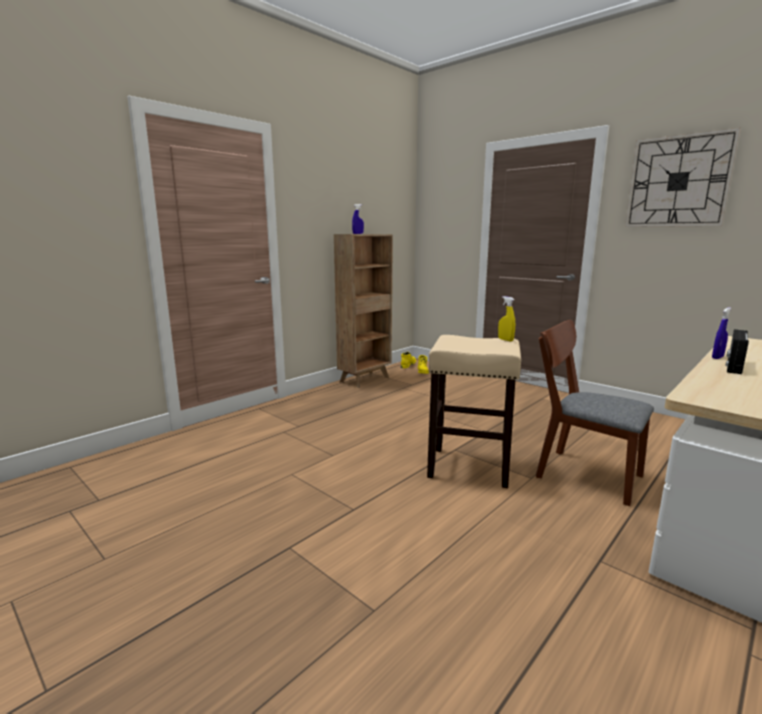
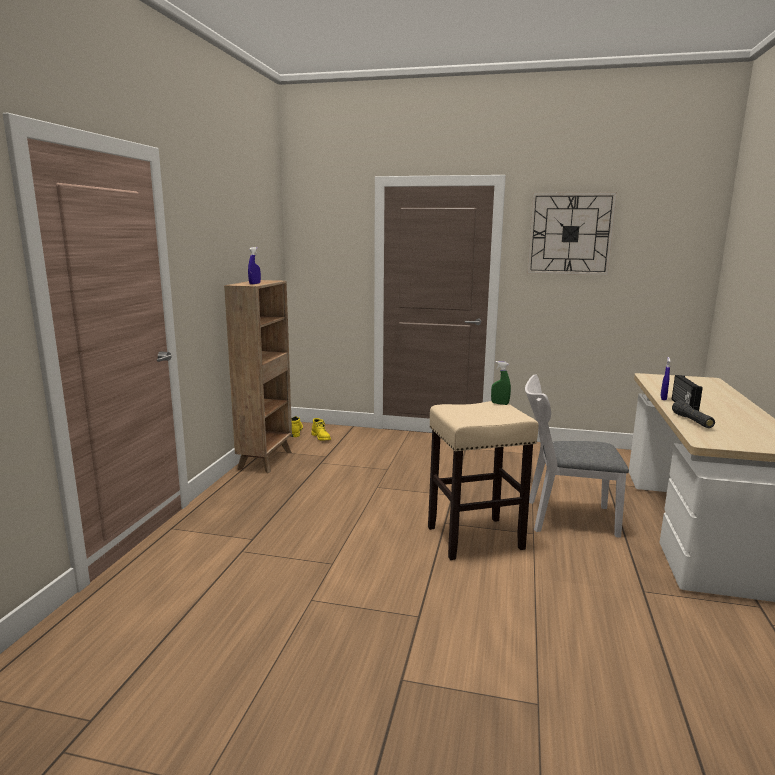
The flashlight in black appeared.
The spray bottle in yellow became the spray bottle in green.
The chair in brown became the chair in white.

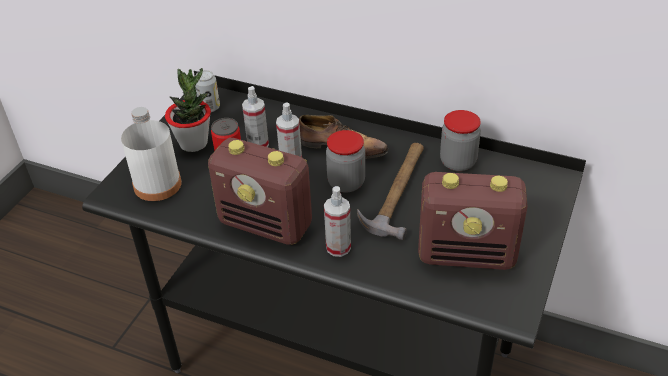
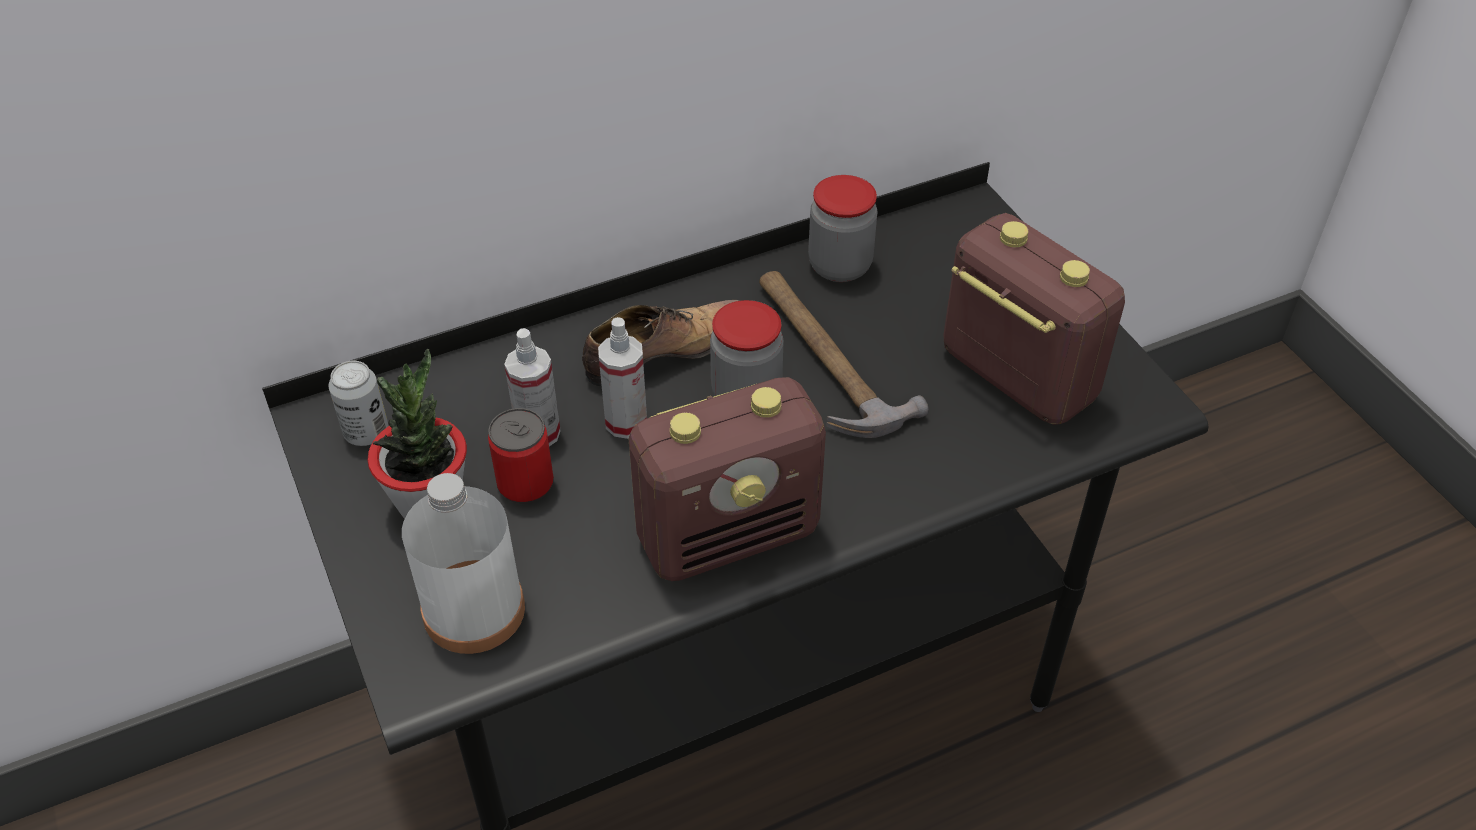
The spray bottle (no. 3 from left) disappeared.
The radio (no. 2 from left) turned 90 degrees counterclockwise.

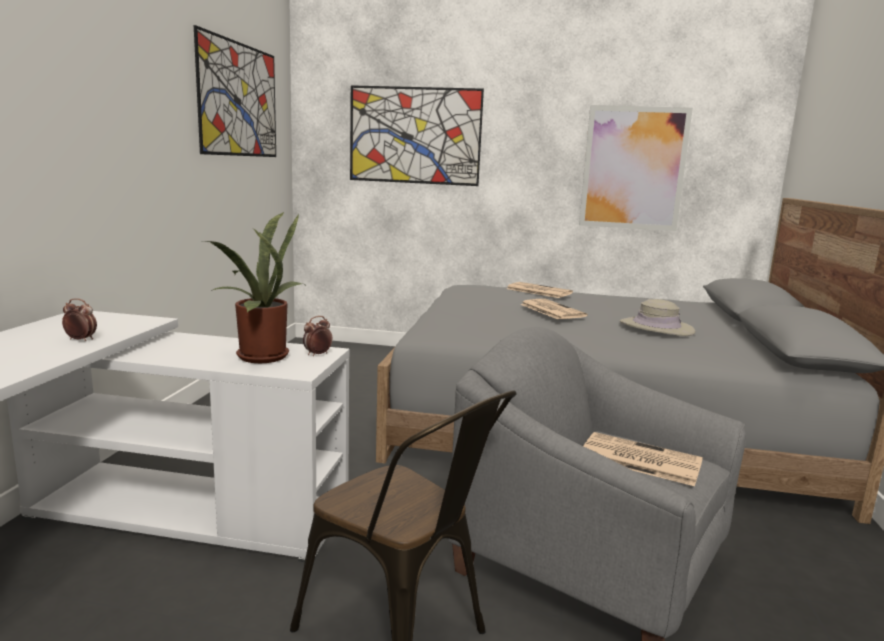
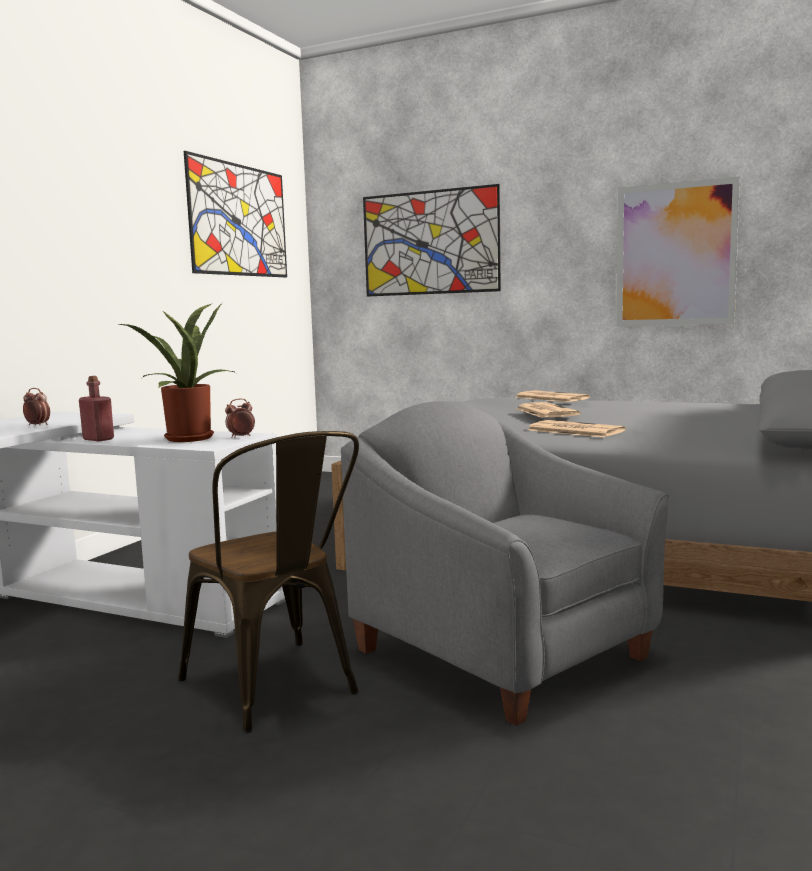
The hat in beige disappeared.
The bottle in red appeared.
The newspaper (no. 3 from left) moved.

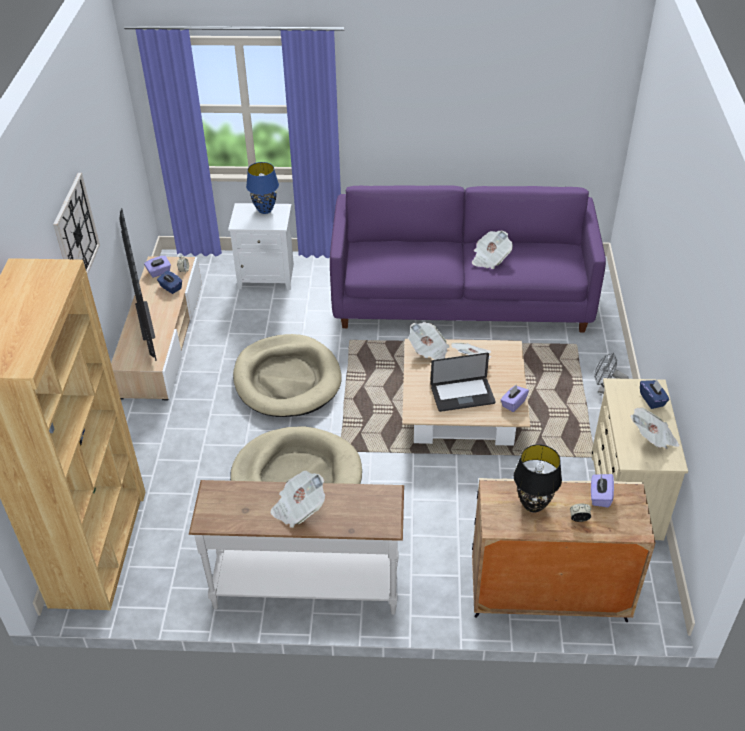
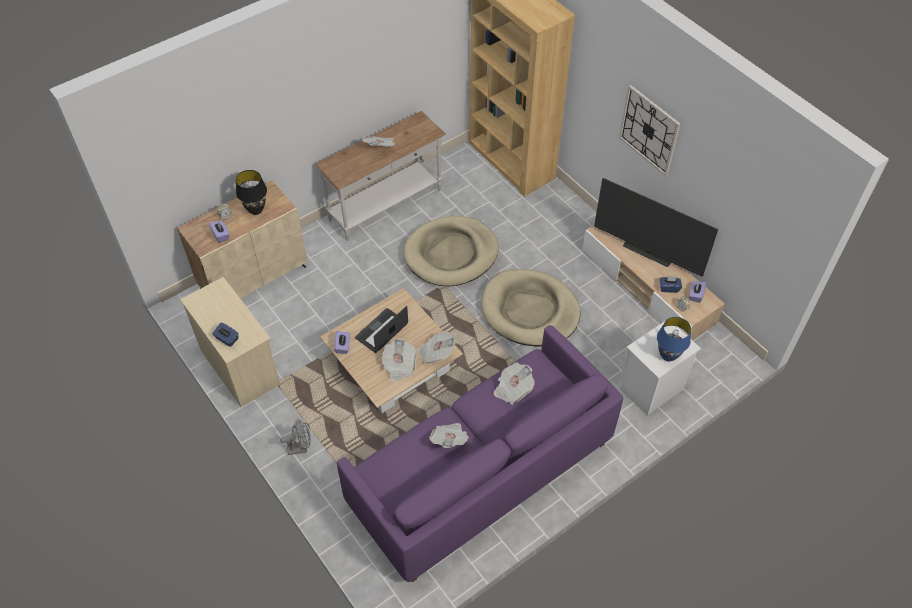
The newspaper (no. 5 from left) moved.

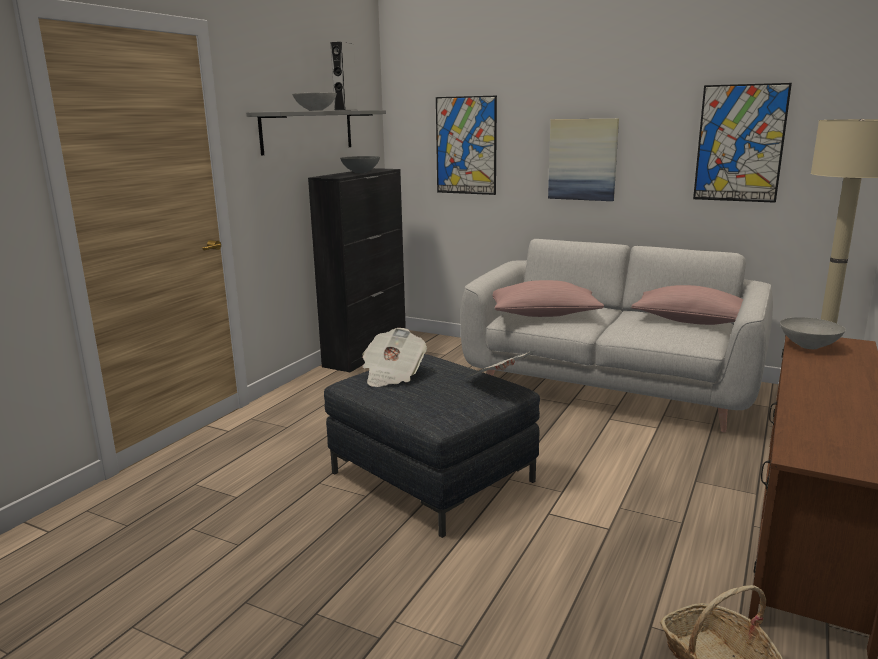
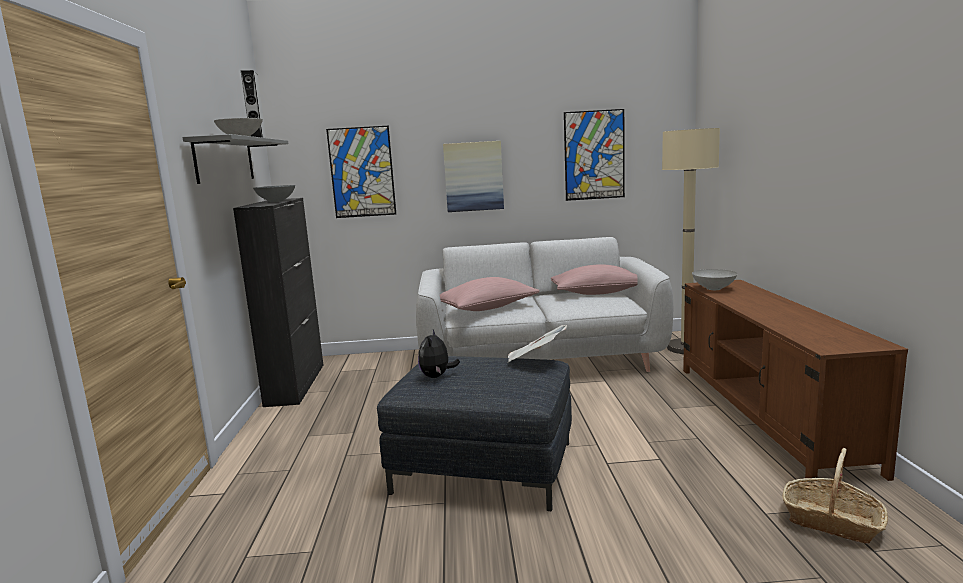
The newspaper (no. 1 from left) was replaced by the plush toy.

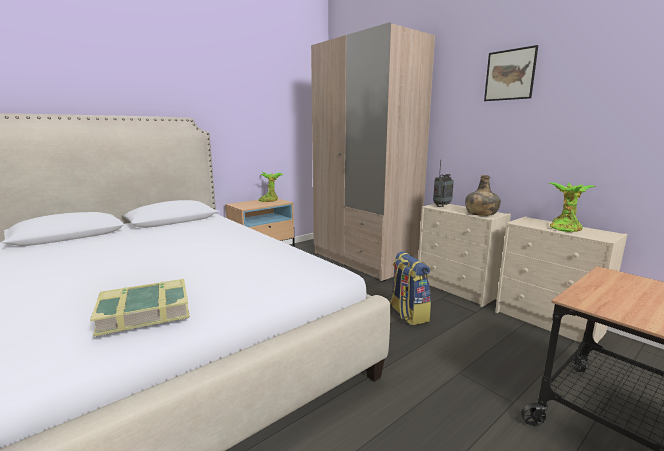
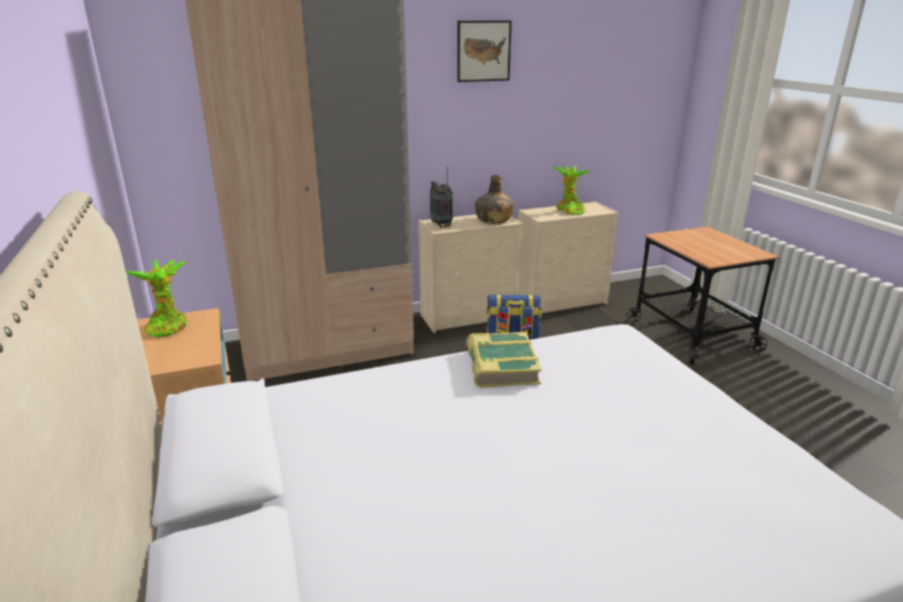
The book moved.

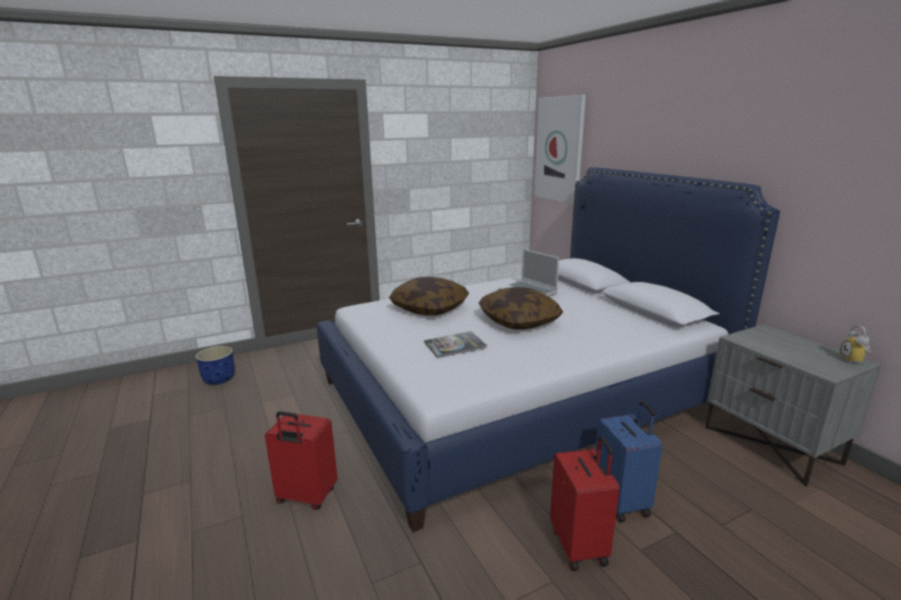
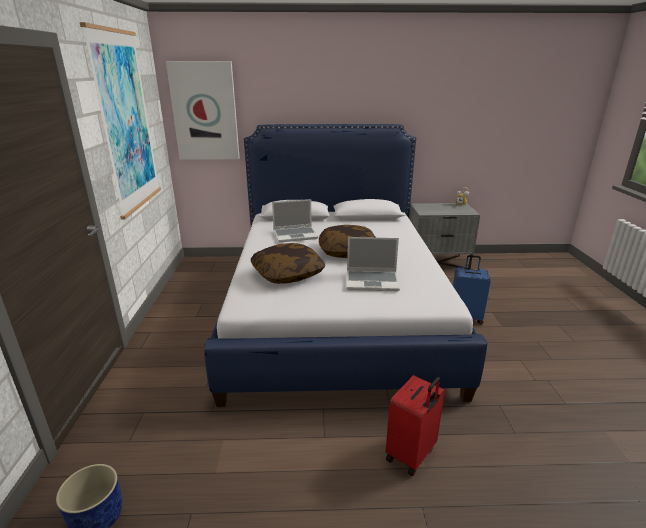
The suitcase in red (no. 2 from left) disappeared.
The picture (no. 1 from left) appeared.
The book was replaced by the laptop (no. 2 from left).

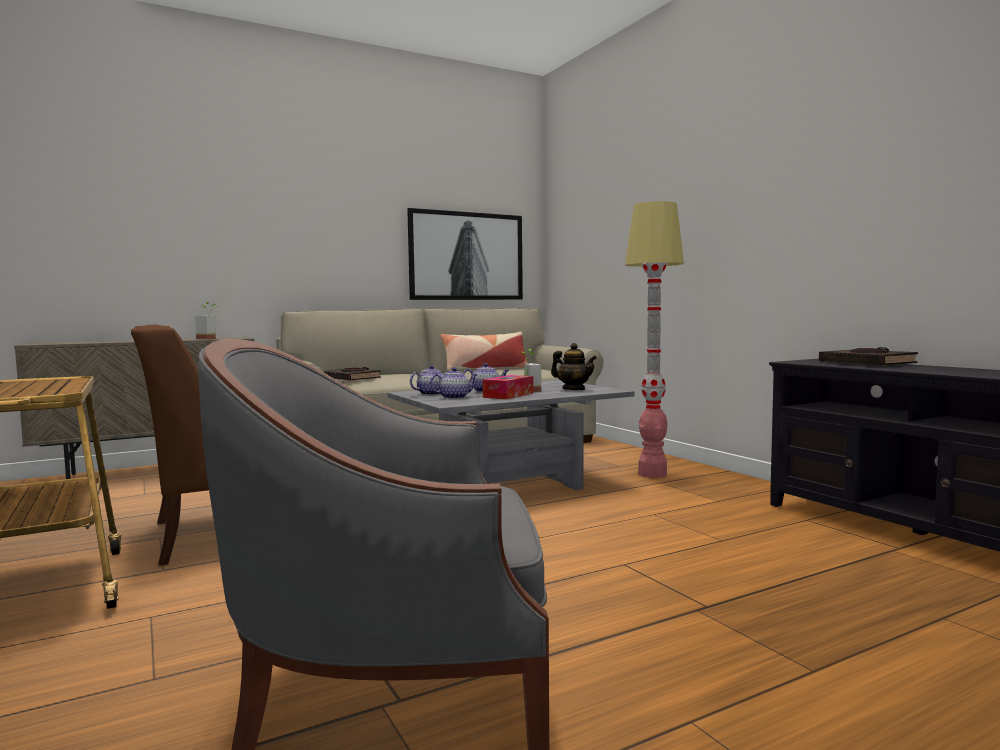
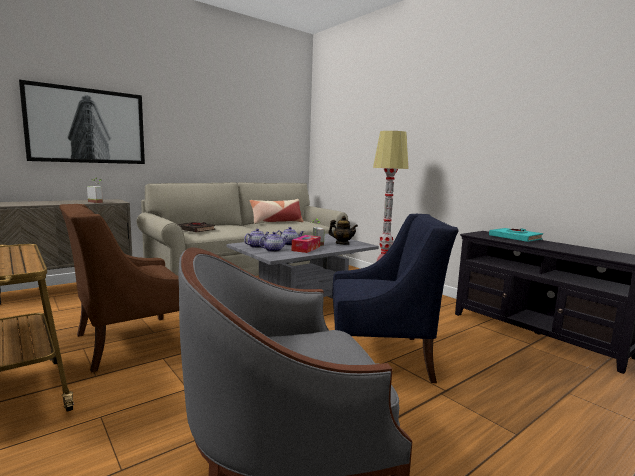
The armchair in blue appeared.
The picture moved.
The book in black (no. 2 from left) became the book in turquoise.

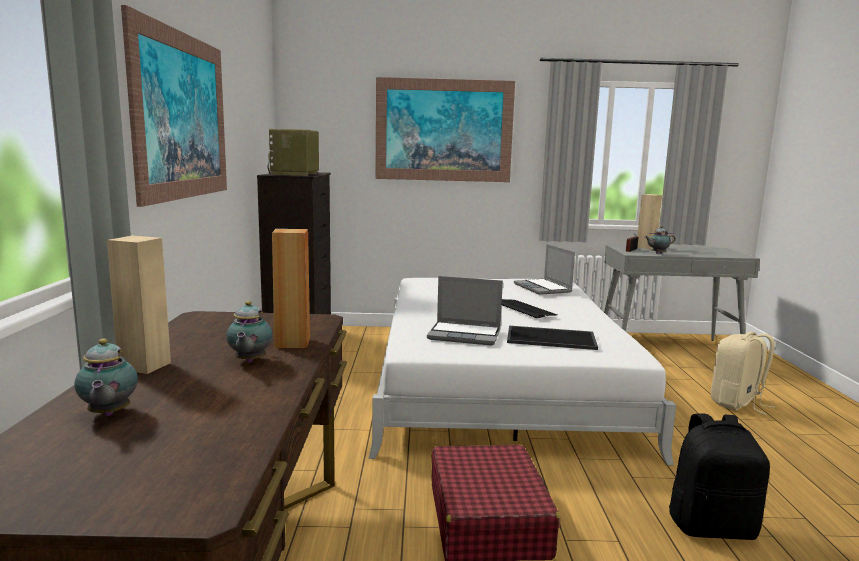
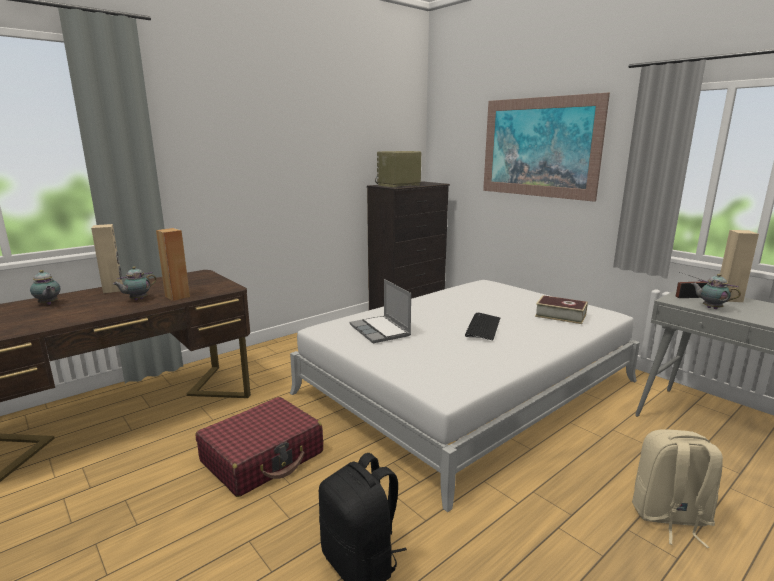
The picture (no. 1 from left) disappeared.
The tray disappeared.
The laptop (no. 2 from left) was replaced by the book.
The teapot (no. 1 from left) turned 75 degrees counterclockwise.

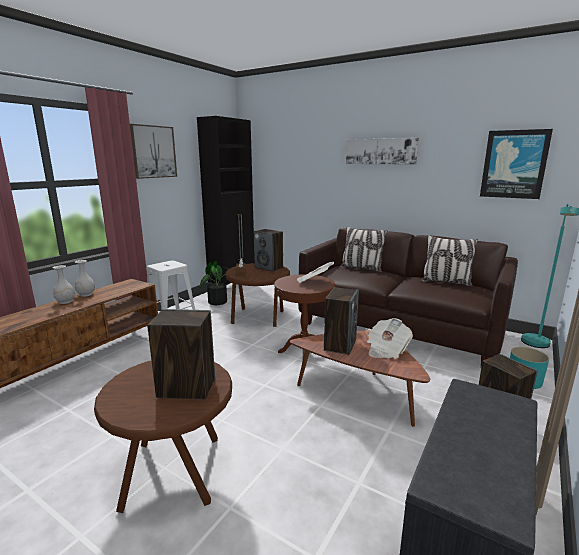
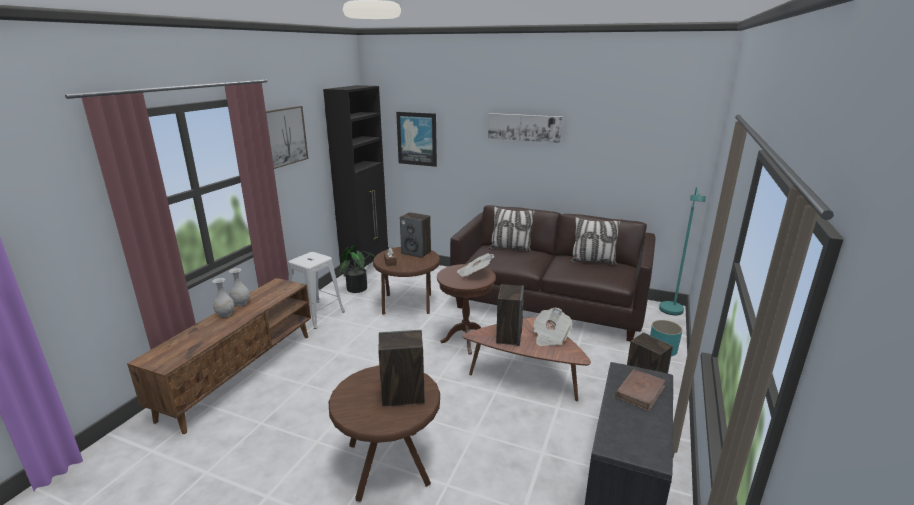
The book in brown appeared.
The picture (no. 3 from left in the first image) moved.

